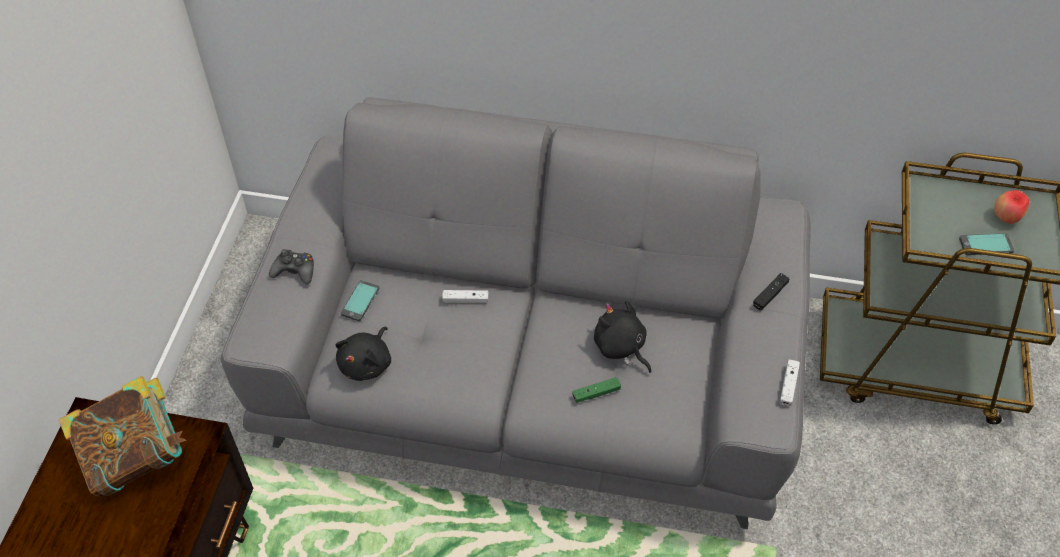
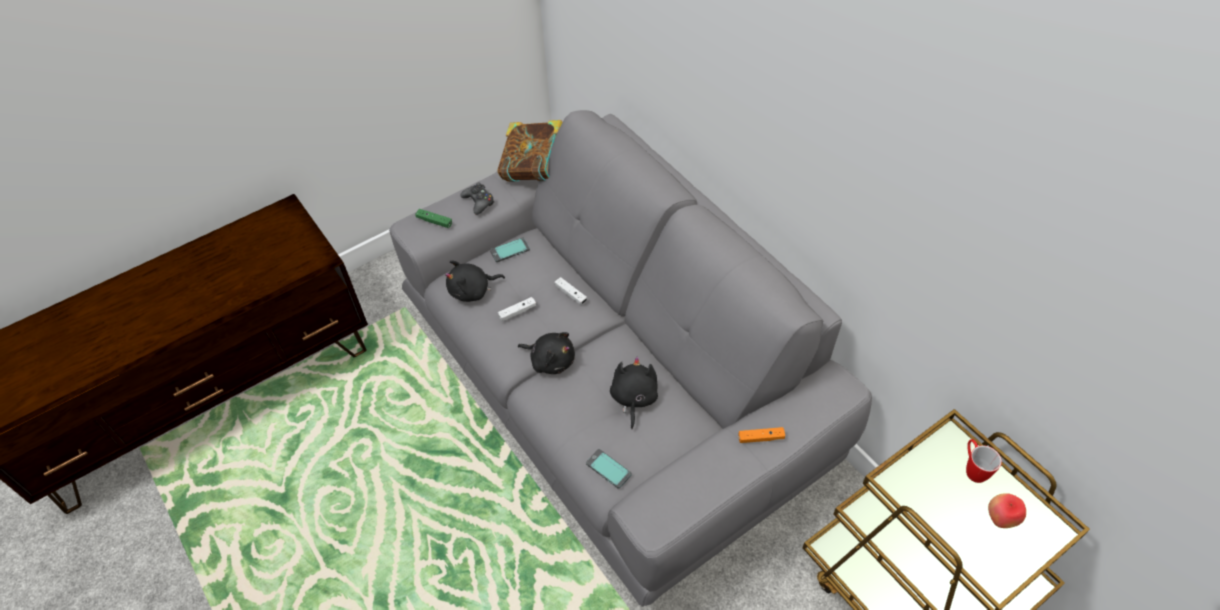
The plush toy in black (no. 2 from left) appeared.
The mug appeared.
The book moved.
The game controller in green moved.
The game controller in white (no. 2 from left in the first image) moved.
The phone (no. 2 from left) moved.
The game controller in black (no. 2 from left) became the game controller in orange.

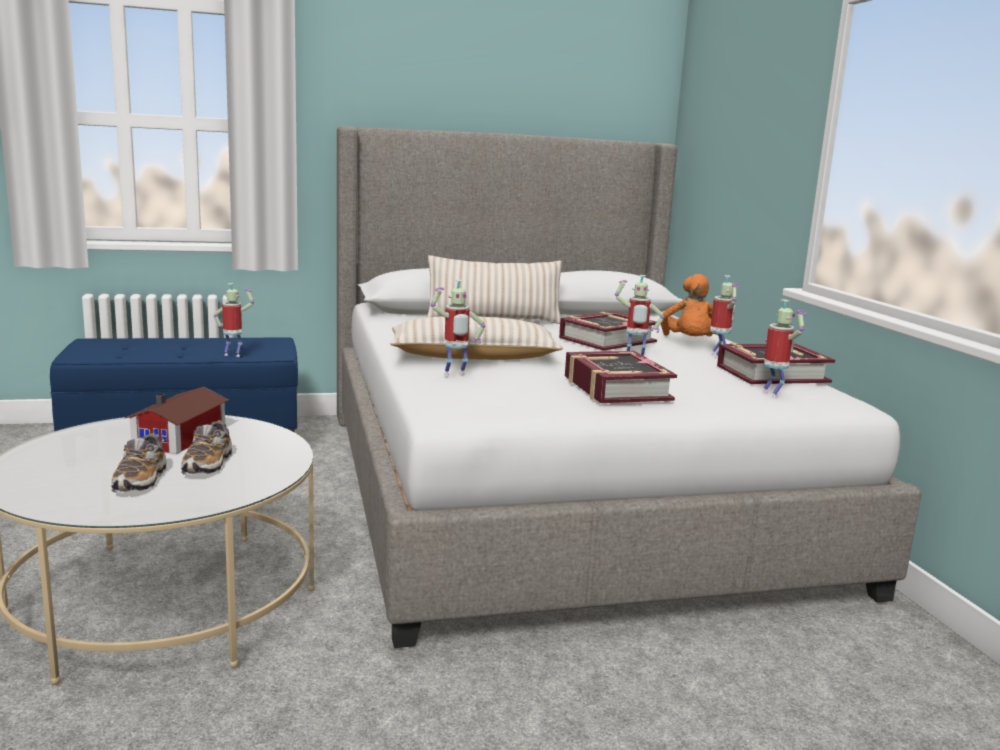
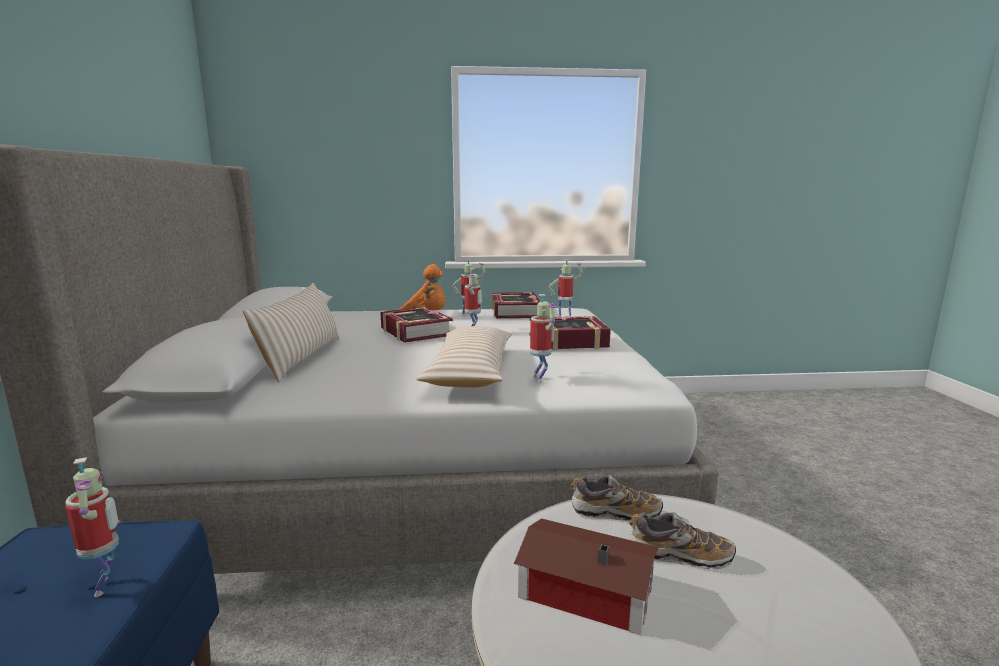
The shoe (no. 1 from left) moved.
The toy robot (no. 1 from left) turned 135 degrees clockwise.

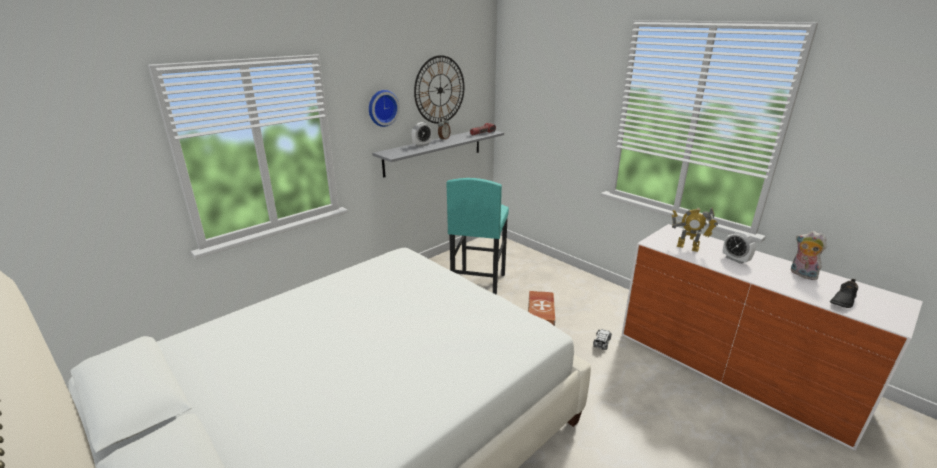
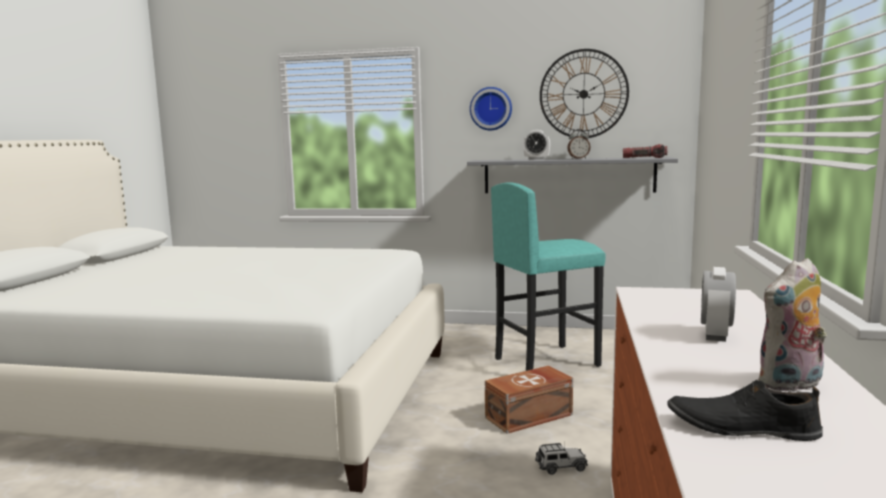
The toy robot disappeared.
The plush toy turned 135 degrees counterclockwise.

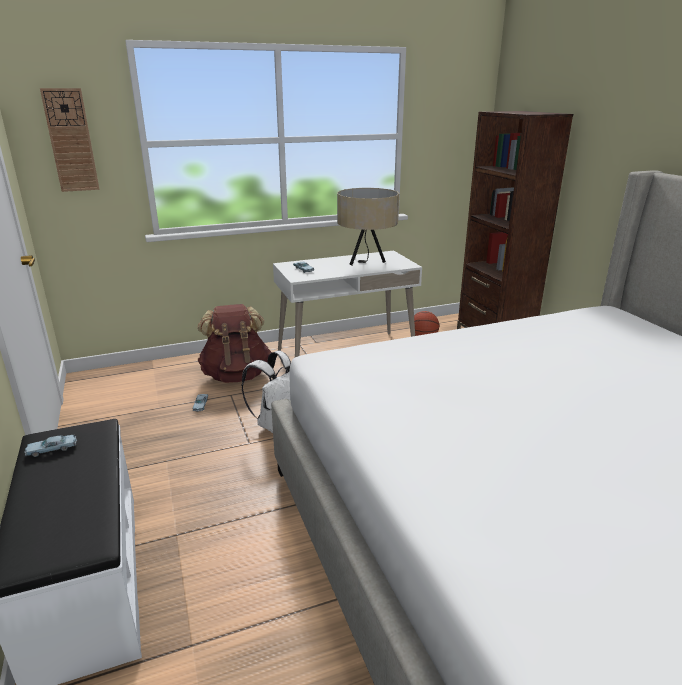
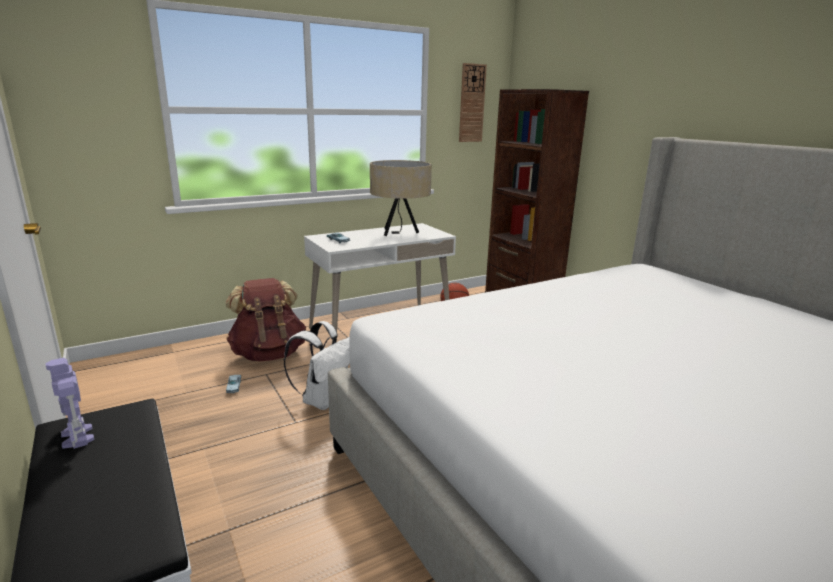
The wall clock moved.
The toy car in blue (no. 1 from left) was replaced by the toy robot.

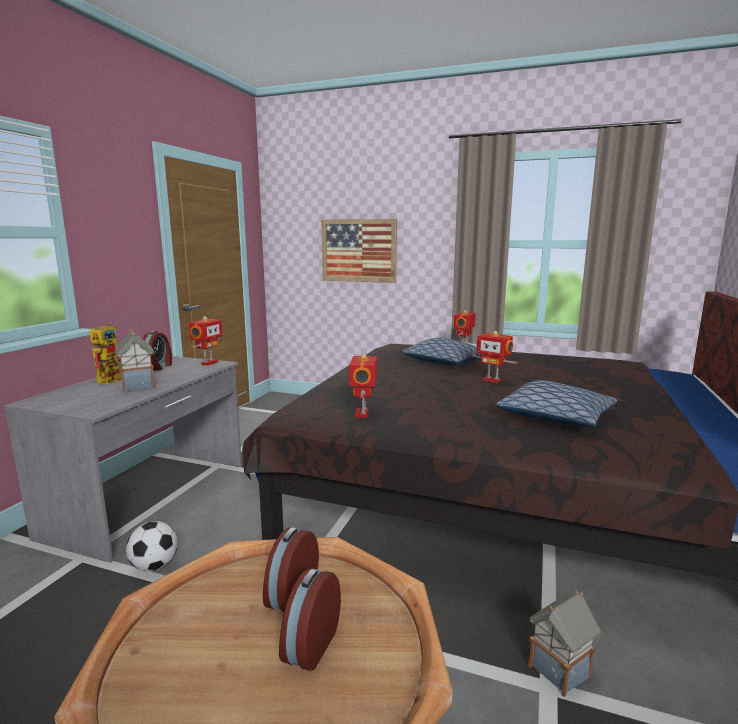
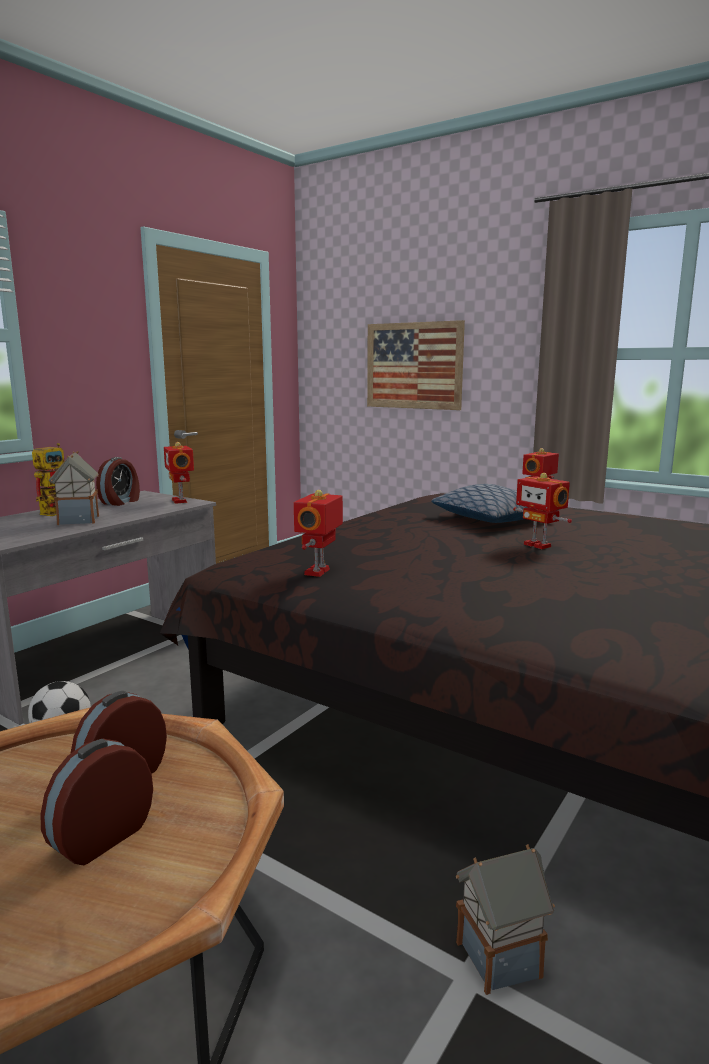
The pillow (no. 2 from left) disappeared.
The toy robot (no. 2 from left) turned 120 degrees clockwise.

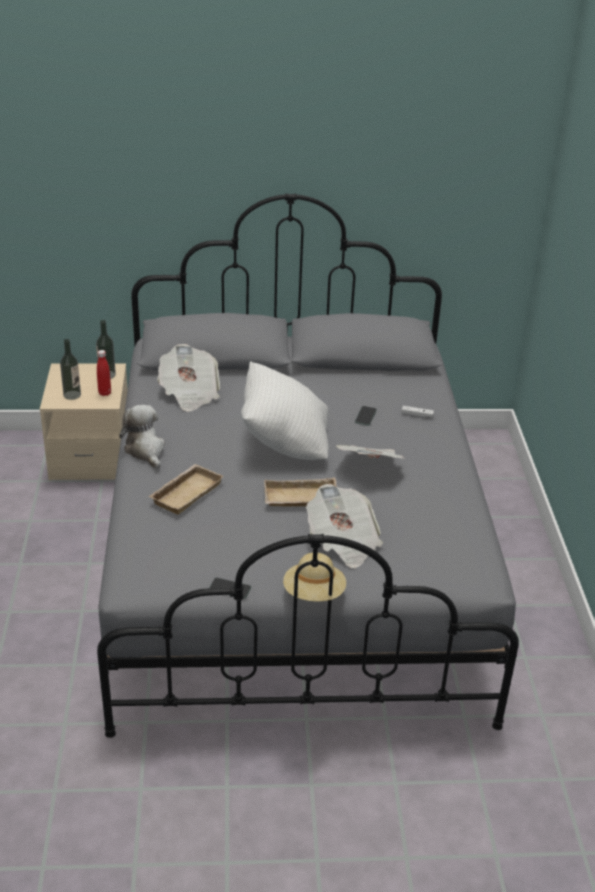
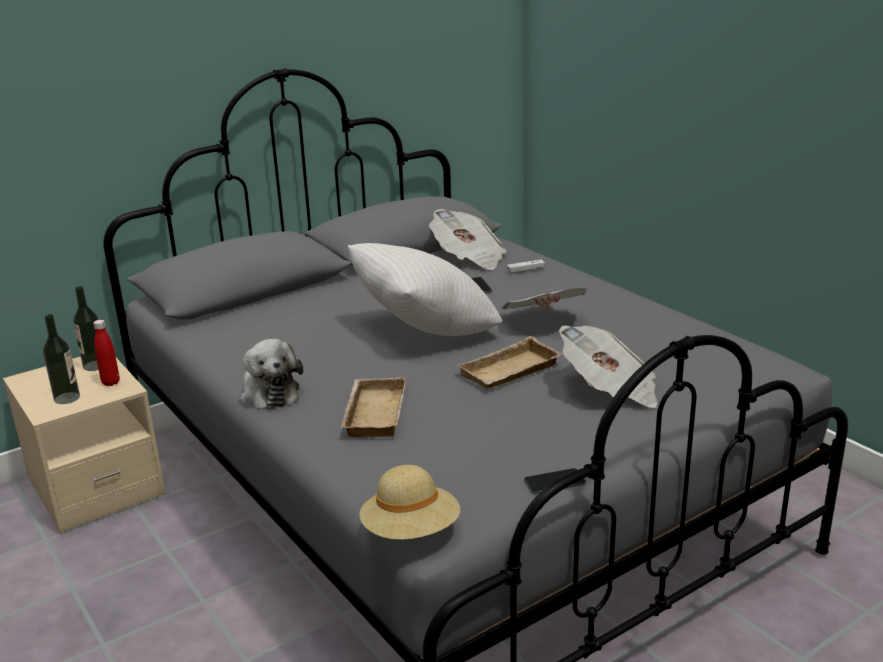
The newspaper (no. 1 from left) moved.
The hat in beige moved.
The plush toy turned 150 degrees counterclockwise.

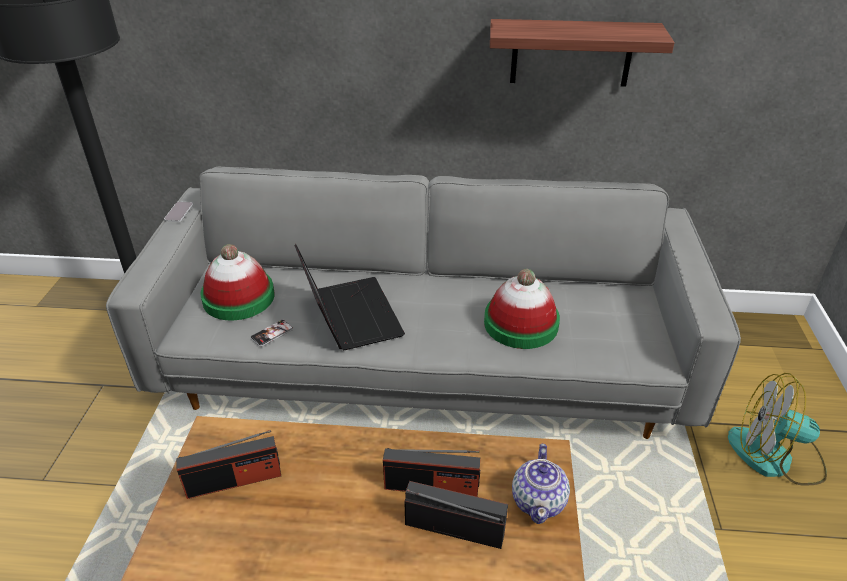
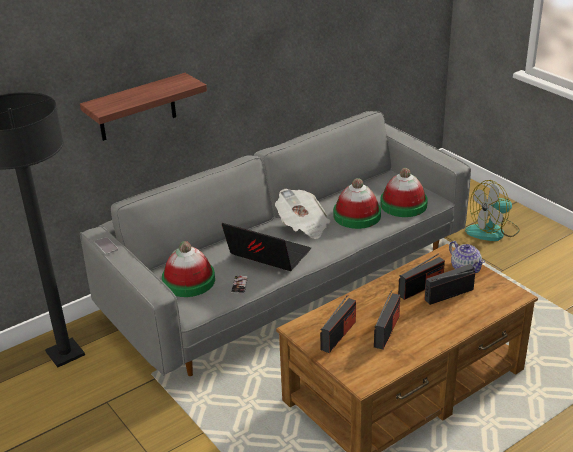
The newspaper appeared.
The radio (no. 2 from left) appeared.
The hat (no. 3 from left) appeared.
The shelf moved.

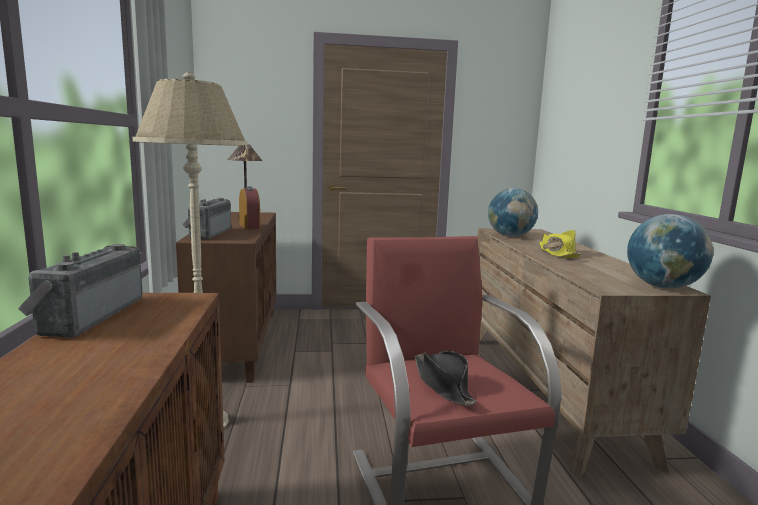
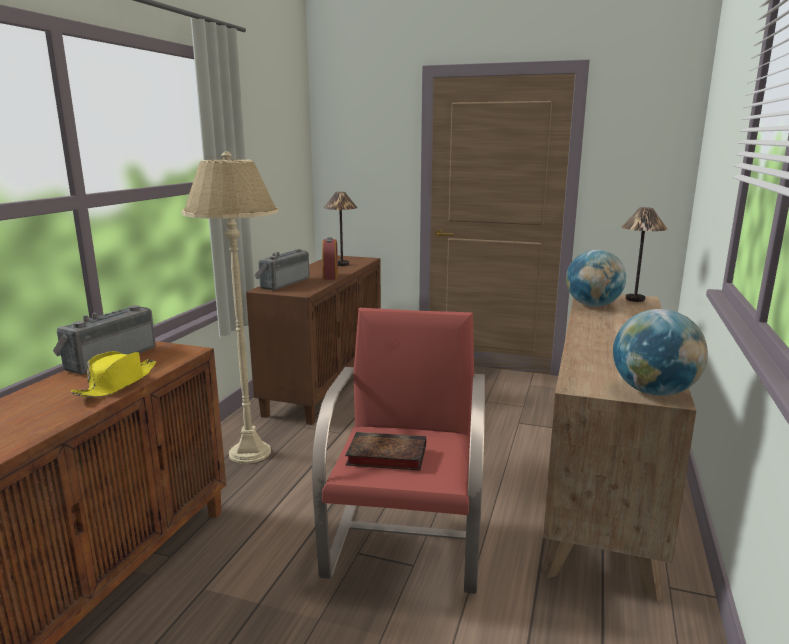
The table lamp (no. 2 from left) appeared.
The hat in yellow moved.
The hat in black was replaced by the book.

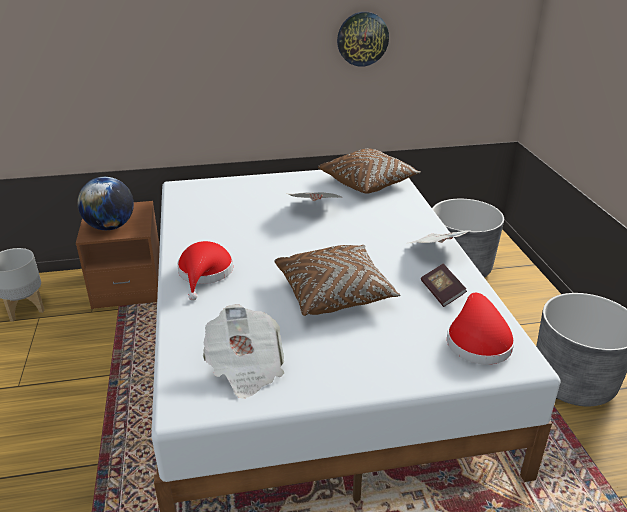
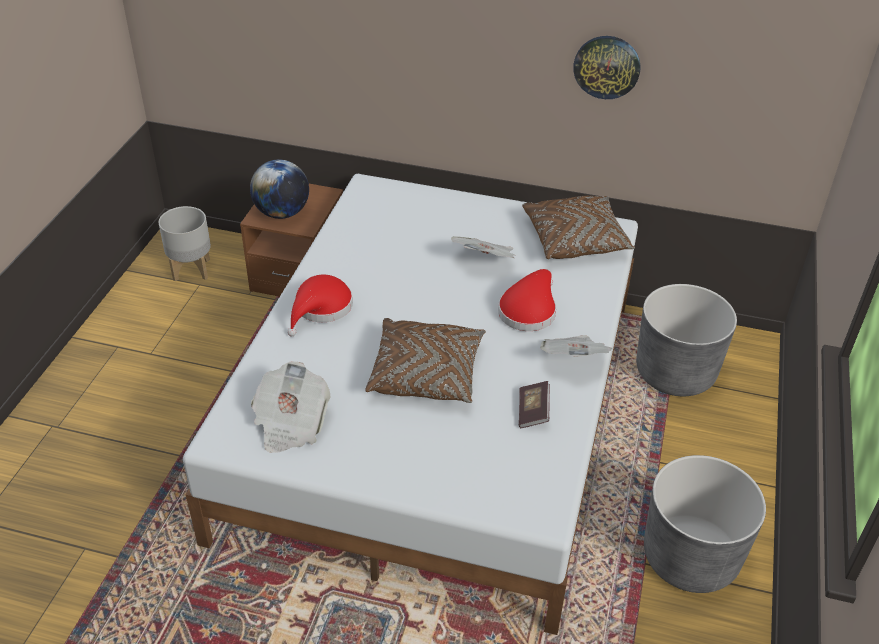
The hat in red (no. 2 from left) moved.

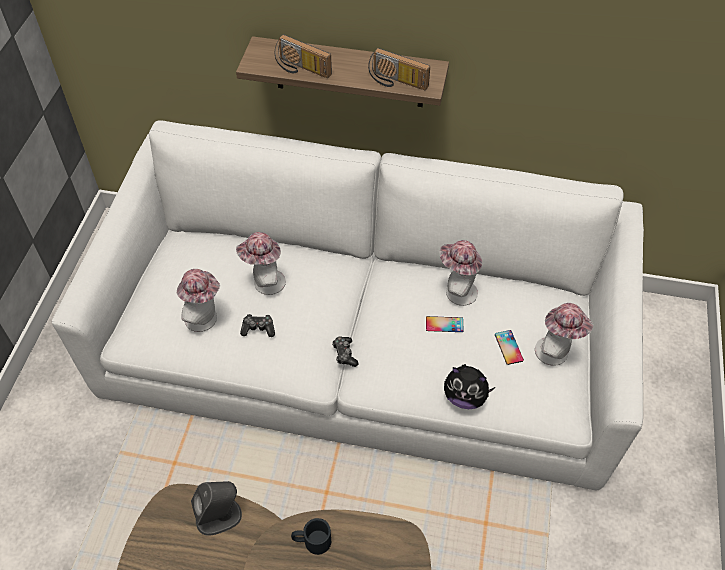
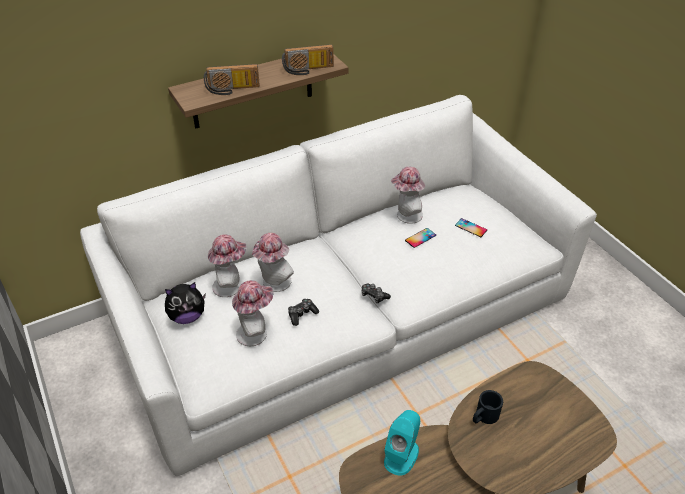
The plush toy moved.
The hat (no. 4 from left in the first image) moved.
The speaker in grey became the speaker in turquoise.

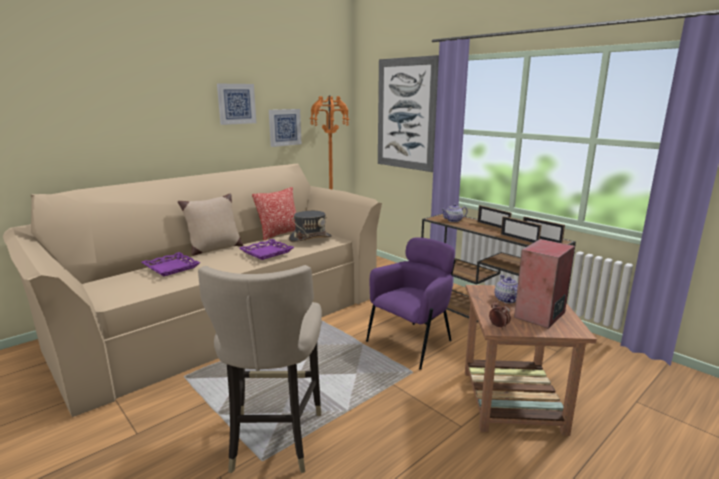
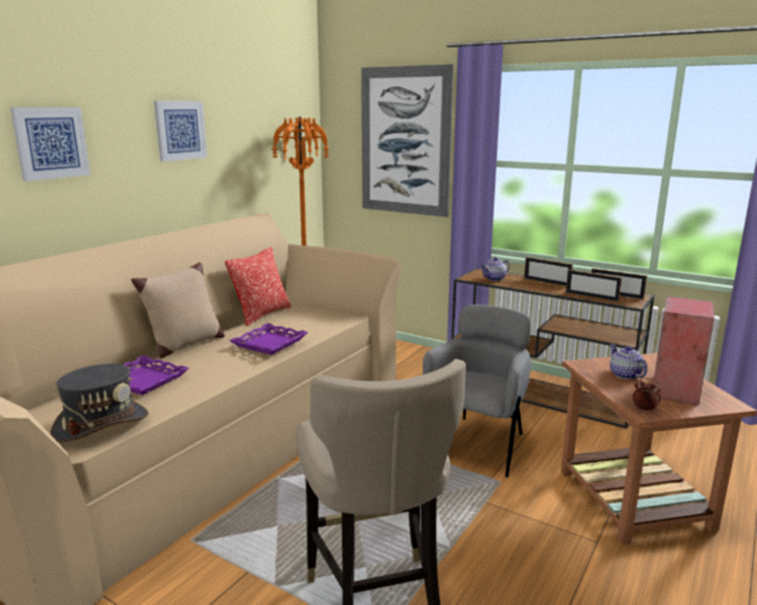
The picture (no. 2 from left in the first image) moved.
The hat in grey moved.
The armchair in purple became the armchair in grey.

